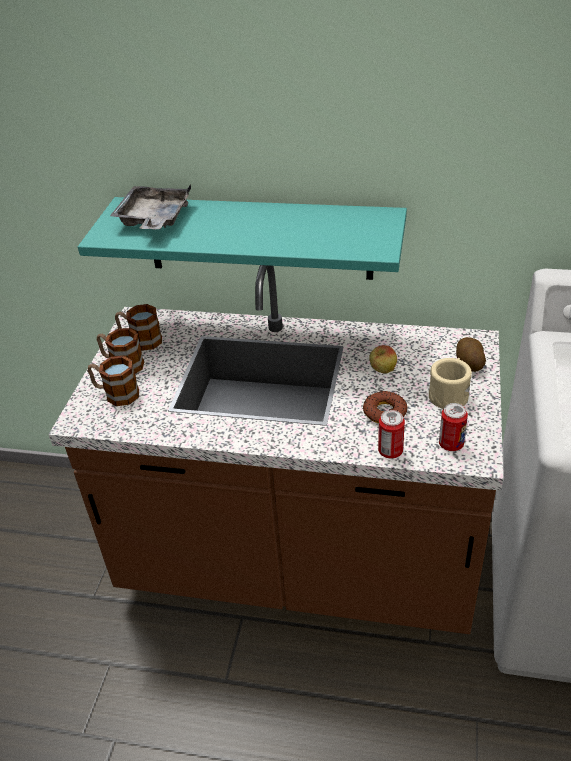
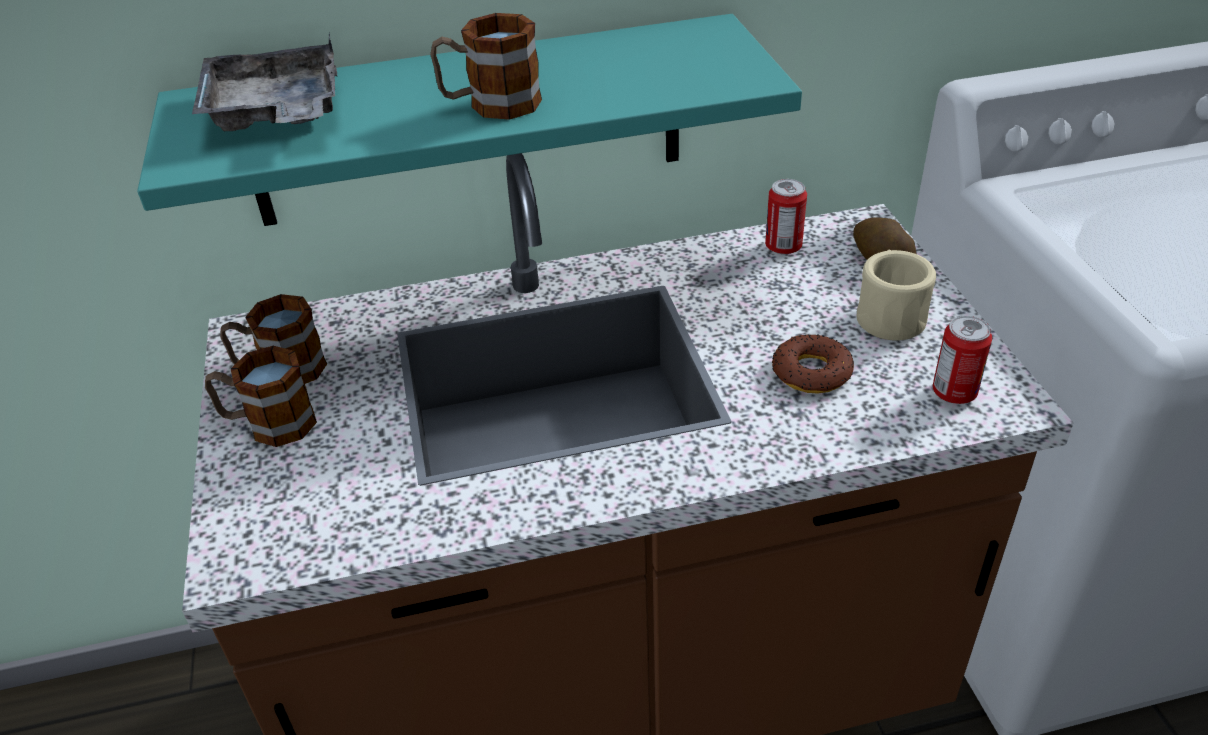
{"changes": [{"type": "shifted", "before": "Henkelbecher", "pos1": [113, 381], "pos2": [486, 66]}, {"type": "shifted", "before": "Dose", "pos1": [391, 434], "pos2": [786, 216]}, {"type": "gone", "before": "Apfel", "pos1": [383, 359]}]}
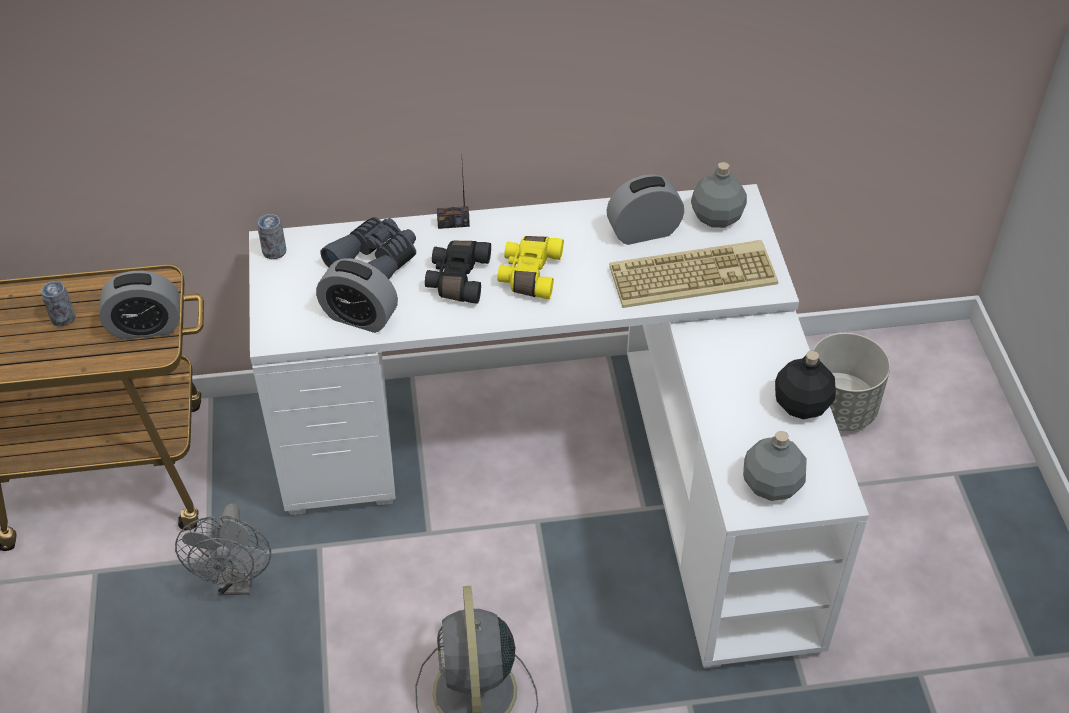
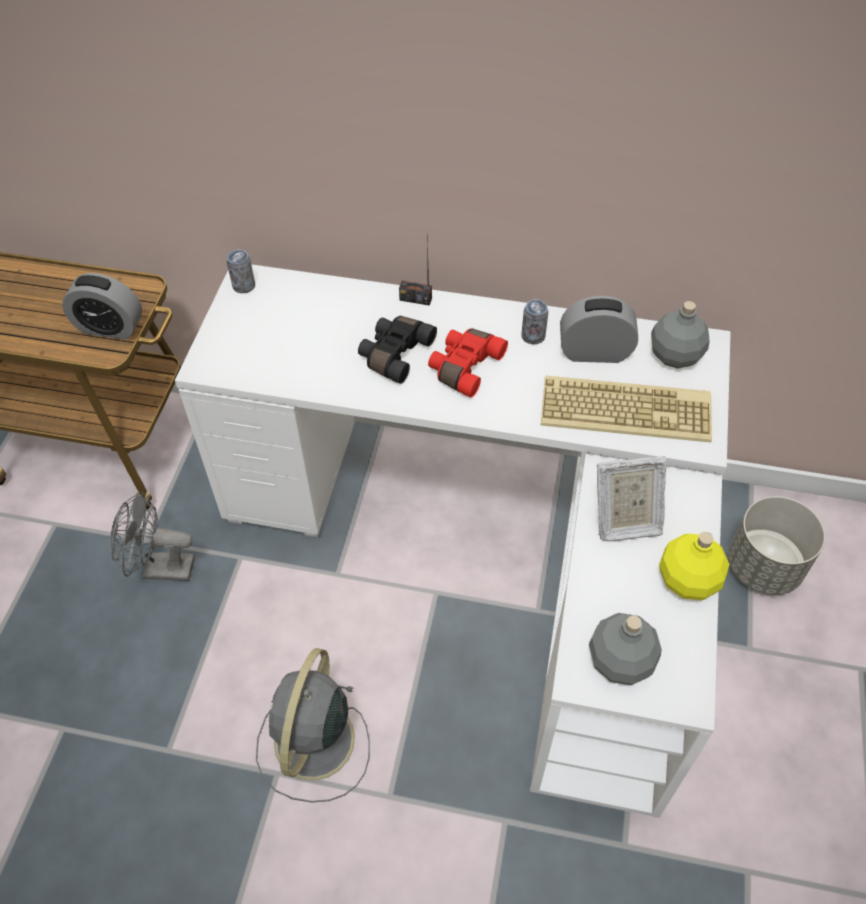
{"changes": [{"type": "rotated", "before": "Ventilator [grau]", "pos1": [223, 549], "pos2": [152, 536], "turn": 75}, {"type": "repainted", "before": "Fernglas [gelb]", "after": "Fernglas [rot]", "pos1": [530, 267], "pos2": [468, 363]}, {"type": "shifted", "before": "Dose", "pos1": [58, 303], "pos2": [534, 322]}, {"type": "new", "after": "Bilderrahmen", "pos2": [632, 498]}, {"type": "repainted", "before": "Flasche [schwarz]", "after": "Flasche [gelb]", "pos1": [805, 384], "pos2": [694, 566]}, {"type": "gone", "before": "Wecker", "pos1": [357, 295]}, {"type": "gone", "before": "Fernglas [grau]", "pos1": [368, 248]}]}
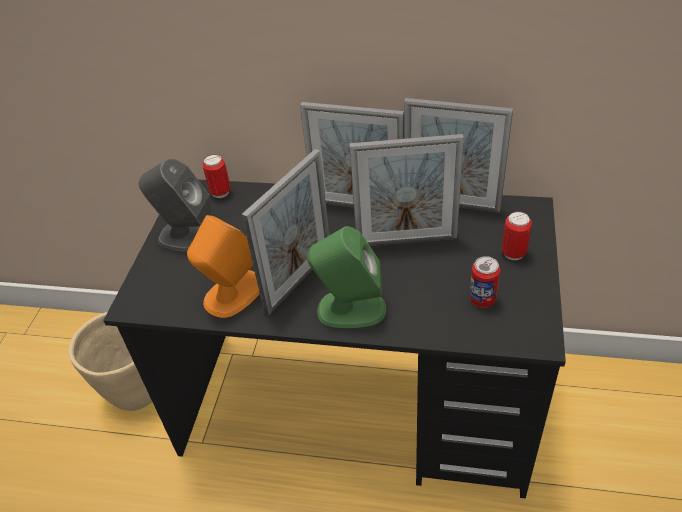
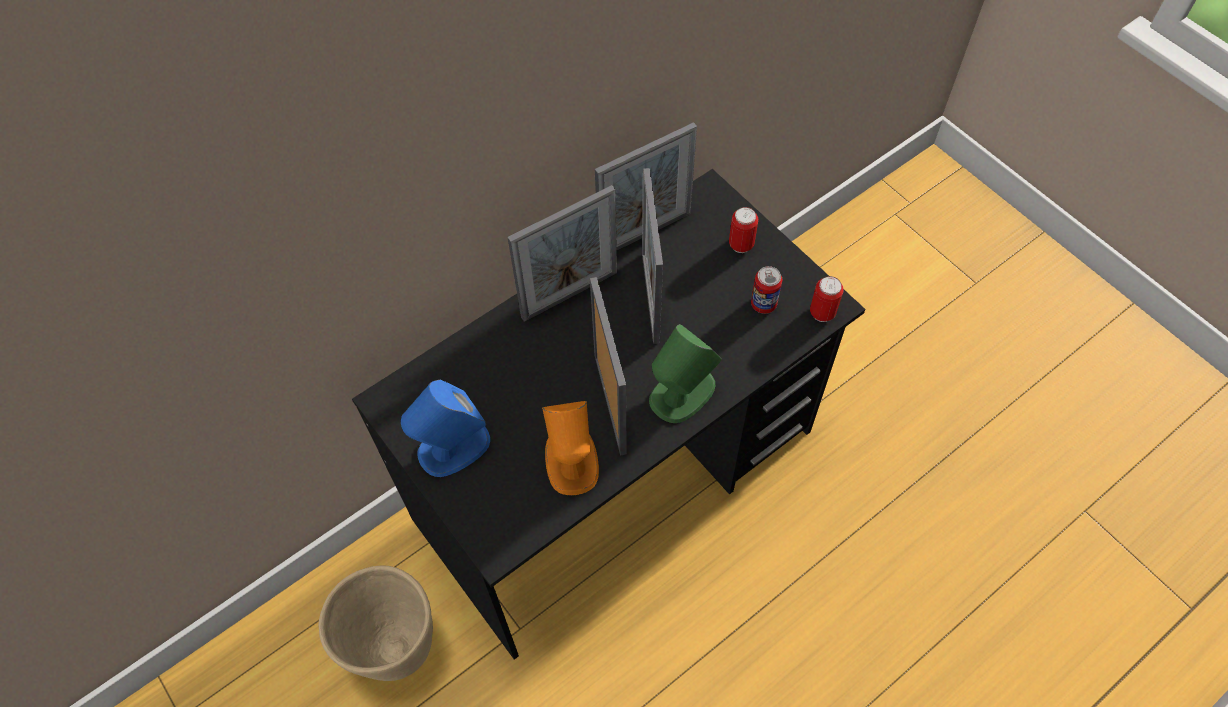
{"changes": [{"type": "repainted", "before": "Lautsprecher [grau]", "after": "Lautsprecher [blau]", "pos1": [175, 205], "pos2": [445, 428]}, {"type": "rotated", "before": "Bilderrahmen", "pos1": [406, 190], "pos2": [652, 256], "turn": 135}, {"type": "shifted", "before": "Dose", "pos1": [216, 176], "pos2": [827, 299]}]}
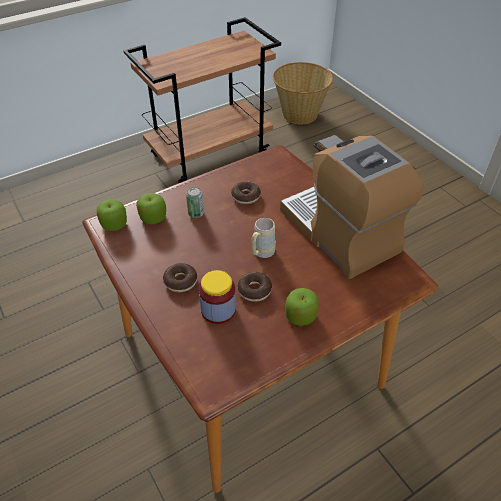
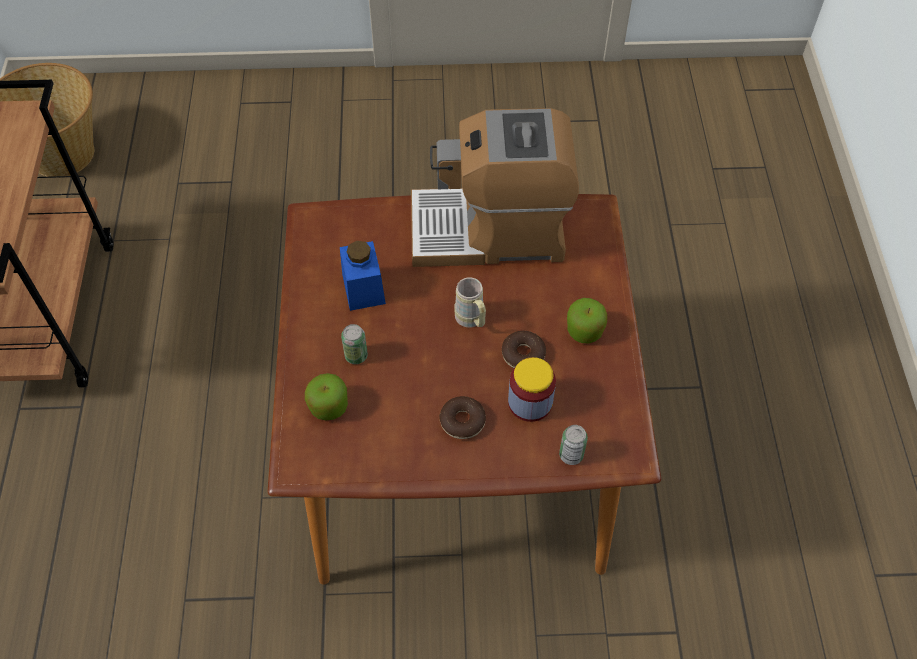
{"changes": [{"type": "swapped", "before": "Donut", "after": "Vorratsglas [blau]", "pos1": [246, 192], "pos2": [363, 276]}, {"type": "new", "after": "Dose", "pos2": [573, 445]}, {"type": "gone", "before": "Apfel", "pos1": [112, 215]}]}
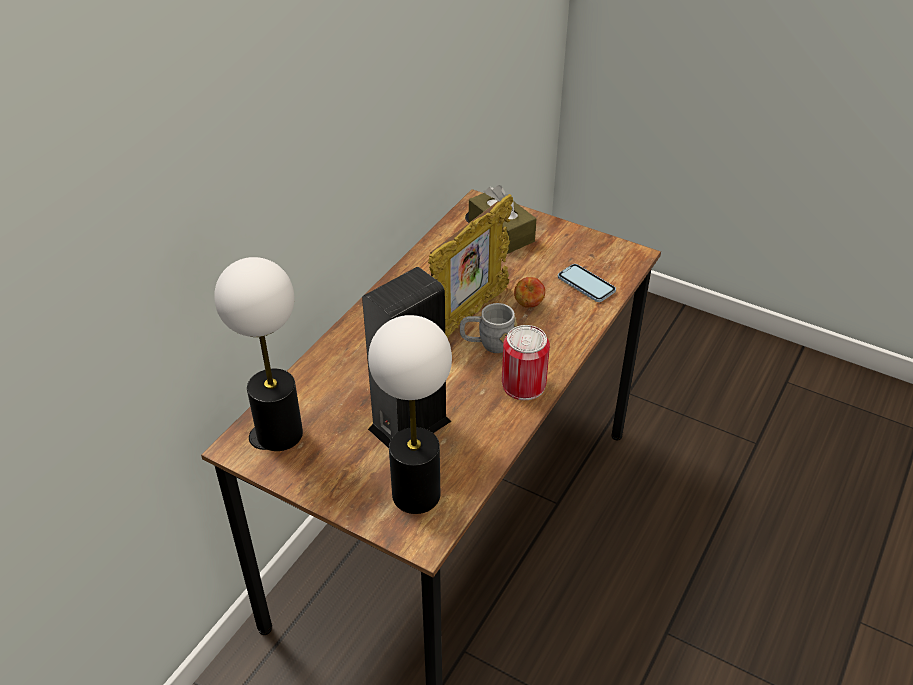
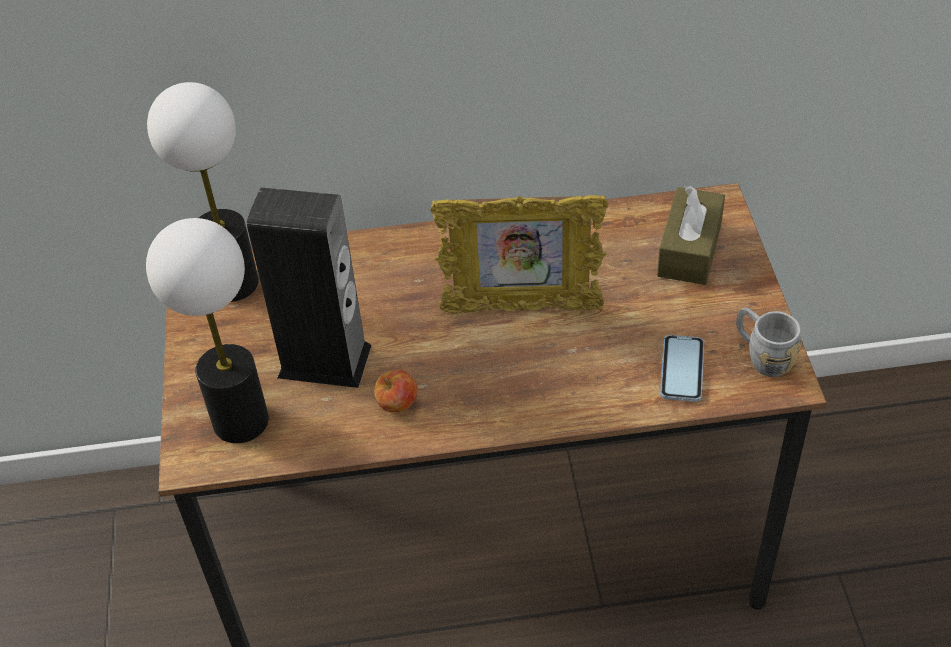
{"changes": [{"type": "shifted", "before": "Apfel", "pos1": [529, 292], "pos2": [395, 391]}, {"type": "shifted", "before": "Henkelbecher [grau]", "pos1": [488, 328], "pos2": [768, 342]}, {"type": "gone", "before": "Dose", "pos1": [526, 362]}]}
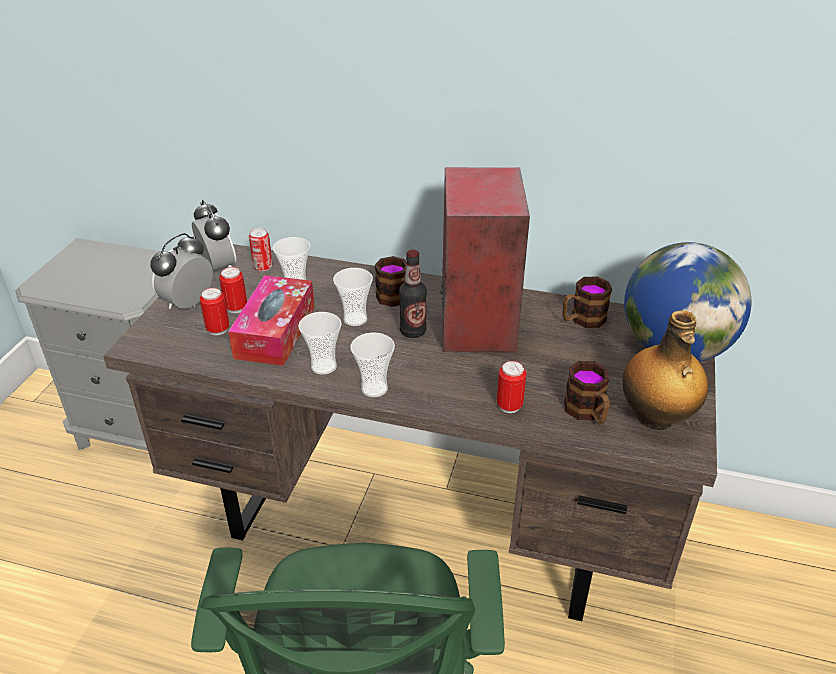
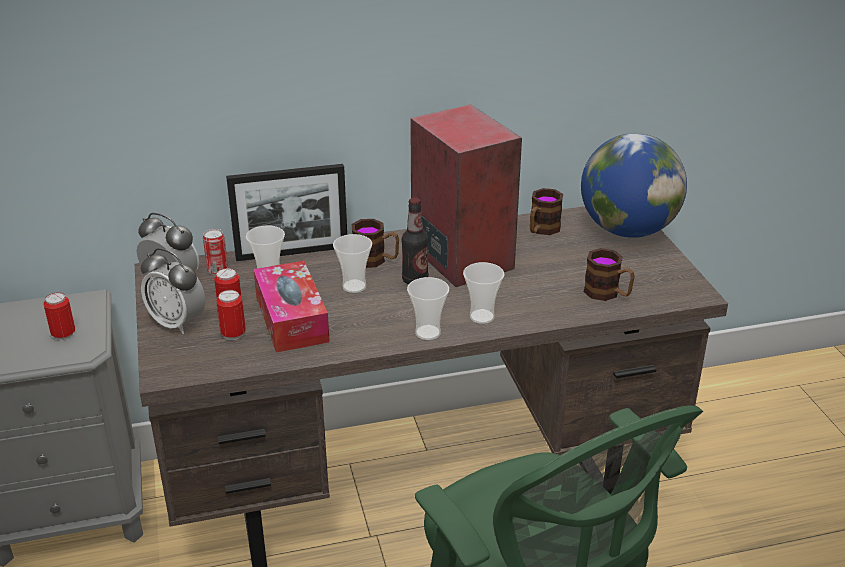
{"changes": [{"type": "shifted", "before": "Dose", "pos1": [512, 387], "pos2": [59, 316]}, {"type": "rotated", "before": "Wecker", "pos1": [181, 271], "pos2": [173, 291], "turn": -60}, {"type": "new", "after": "Bilderrahmen", "pos2": [286, 212]}, {"type": "shifted", "before": "Tasse", "pos1": [319, 343], "pos2": [483, 293]}, {"type": "gone", "before": "Flasche", "pos1": [665, 370]}]}
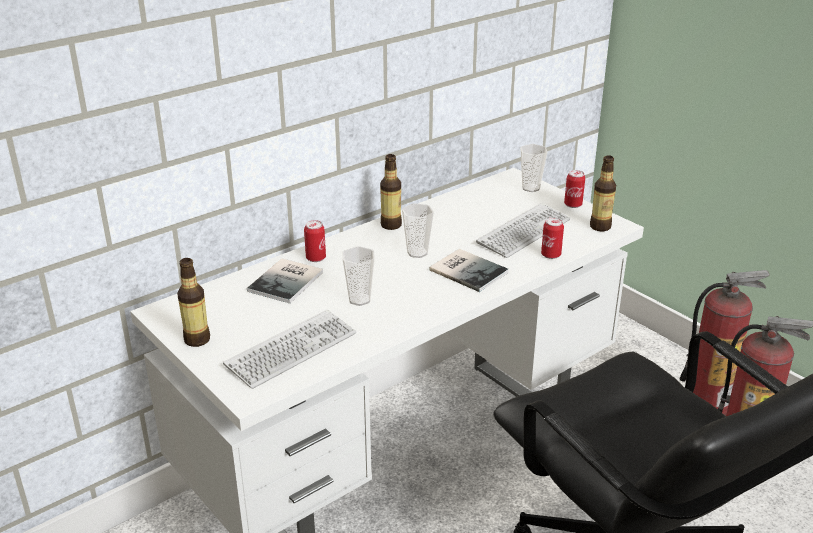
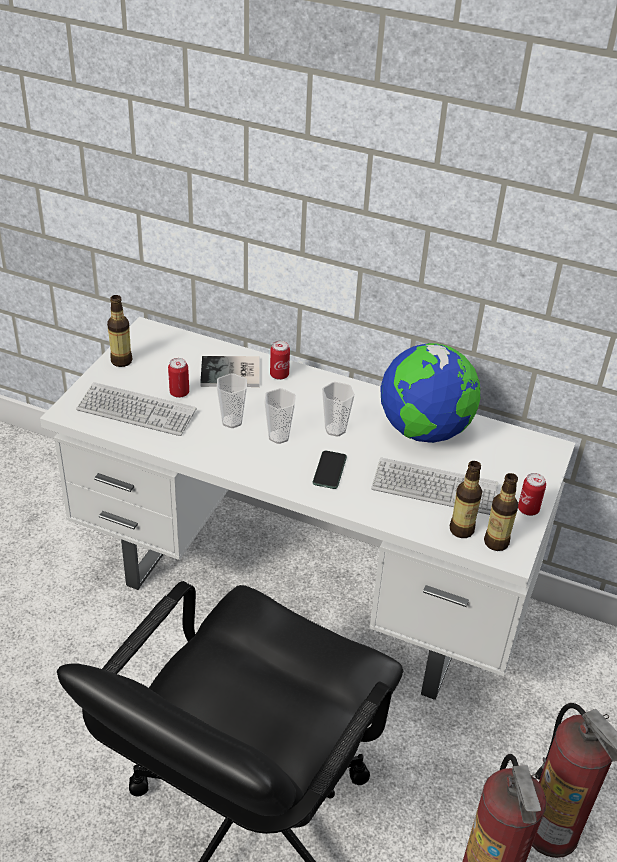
{"changes": [{"type": "shifted", "before": "Dose", "pos1": [552, 238], "pos2": [178, 378]}, {"type": "shifted", "before": "Tasse", "pos1": [534, 168], "pos2": [280, 416]}, {"type": "swapped", "before": "Buch", "after": "Handy", "pos1": [469, 270], "pos2": [330, 470]}, {"type": "new", "after": "Globus", "pos2": [430, 393]}, {"type": "shifted", "before": "Flasche", "pos1": [391, 192], "pos2": [466, 499]}]}
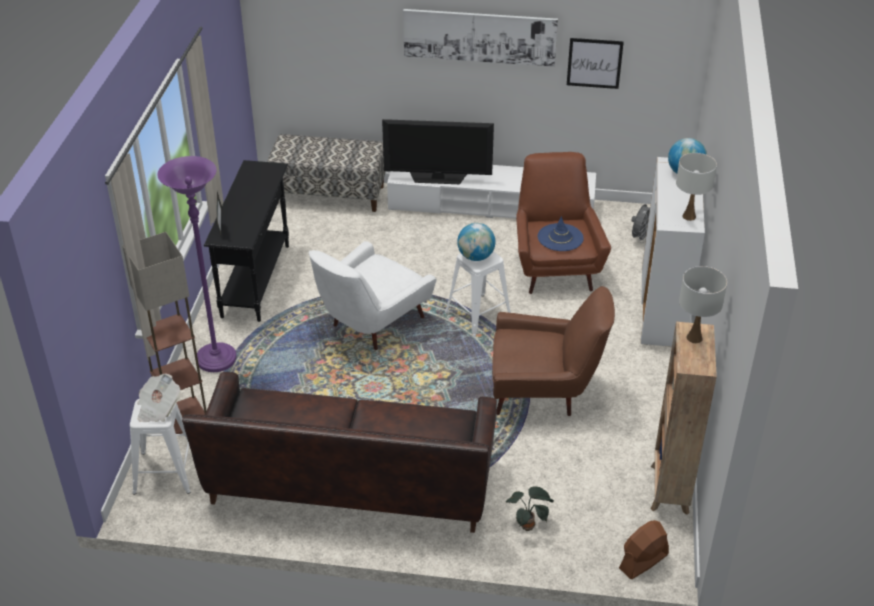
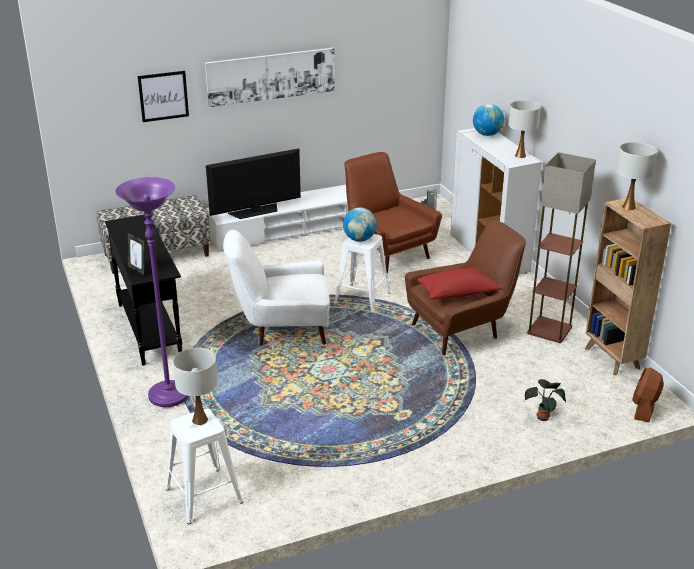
{"changes": [{"type": "shifted", "before": "Bild", "pos1": [595, 63], "pos2": [163, 96]}, {"type": "swapped", "before": "Zeitung", "after": "Tischlampe [weiß]", "pos1": [159, 398], "pos2": [195, 386]}, {"type": "rotated", "before": "Sessel [weiß]", "pos1": [373, 295], "pos2": [276, 288], "turn": 75}, {"type": "new", "after": "Kissen [rot]", "pos2": [459, 284]}, {"type": "shifted", "before": "Stehlampe", "pos1": [164, 333], "pos2": [561, 247]}, {"type": "gone", "before": "Sofa [braun]", "pos1": [339, 452]}, {"type": "gone", "before": "Hut [blau]", "pos1": [561, 233]}]}
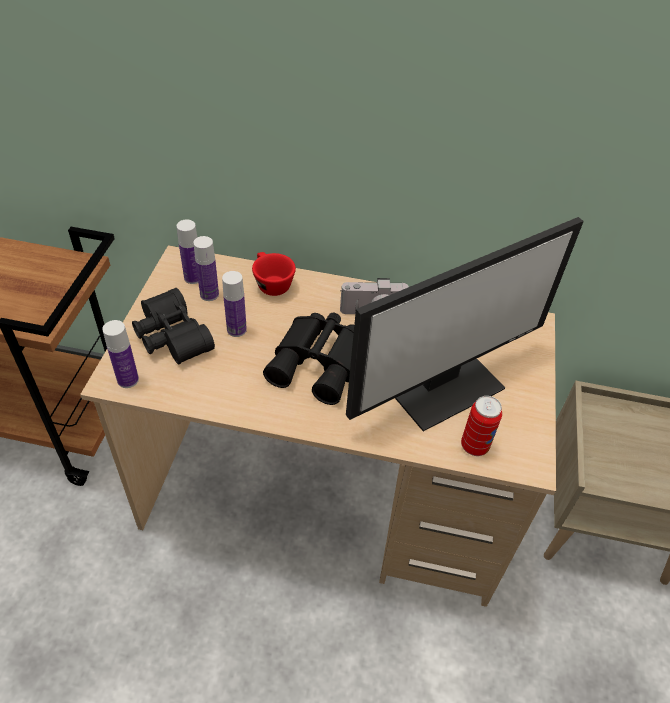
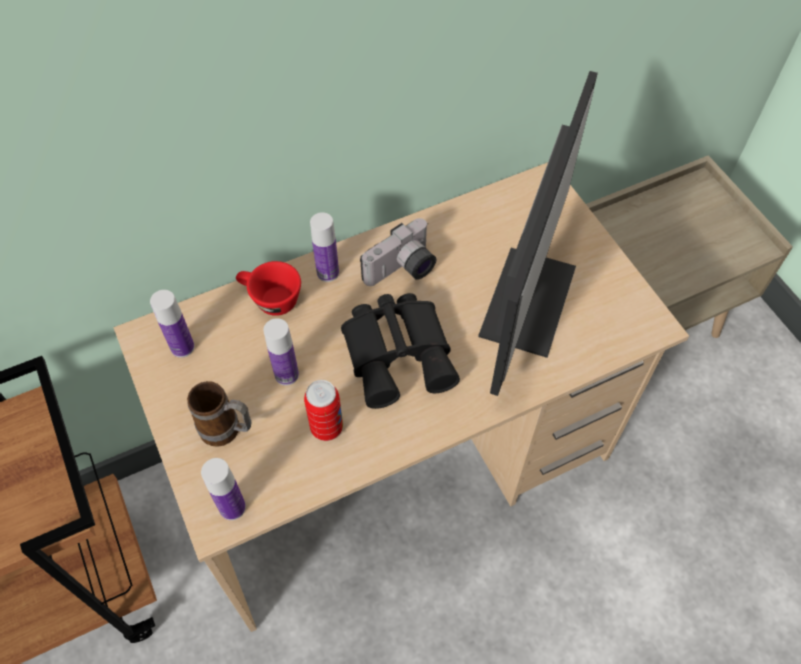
{"changes": [{"type": "swapped", "before": "Fernglas [schwarz]", "after": "Henkelbecher", "pos1": [173, 326], "pos2": [219, 414]}, {"type": "shifted", "before": "Dose", "pos1": [481, 426], "pos2": [323, 410]}, {"type": "shifted", "before": "Flasche", "pos1": [206, 268], "pos2": [324, 247]}]}
